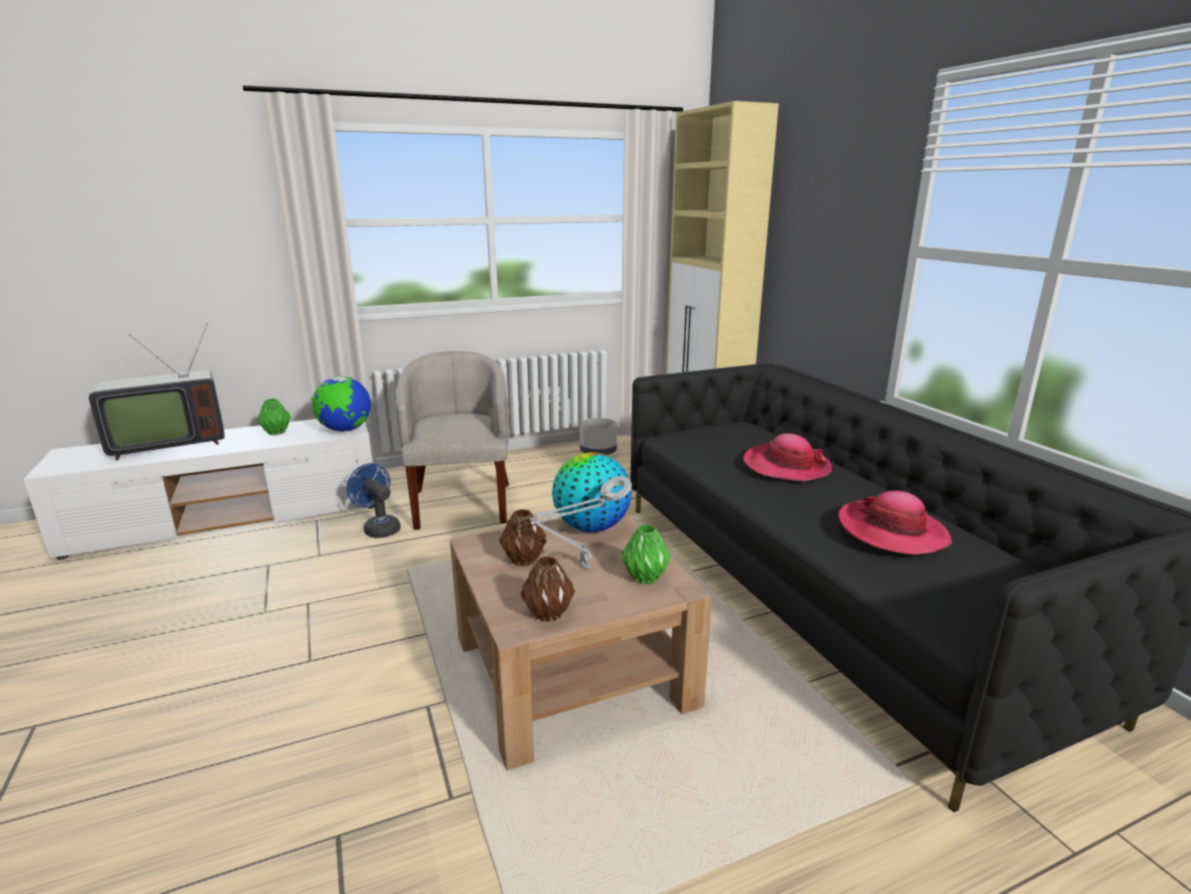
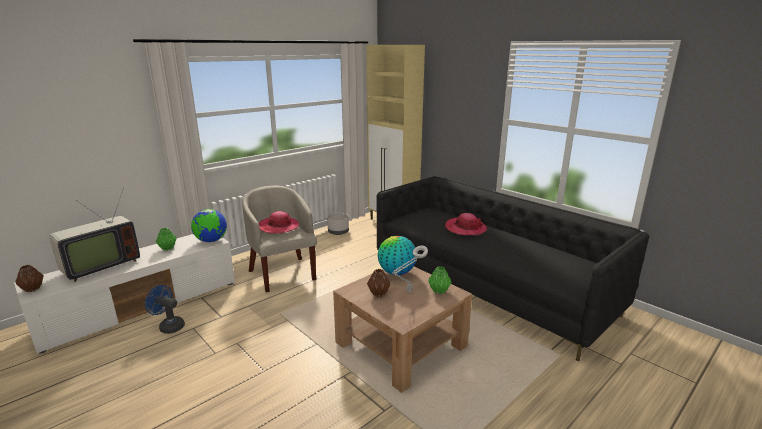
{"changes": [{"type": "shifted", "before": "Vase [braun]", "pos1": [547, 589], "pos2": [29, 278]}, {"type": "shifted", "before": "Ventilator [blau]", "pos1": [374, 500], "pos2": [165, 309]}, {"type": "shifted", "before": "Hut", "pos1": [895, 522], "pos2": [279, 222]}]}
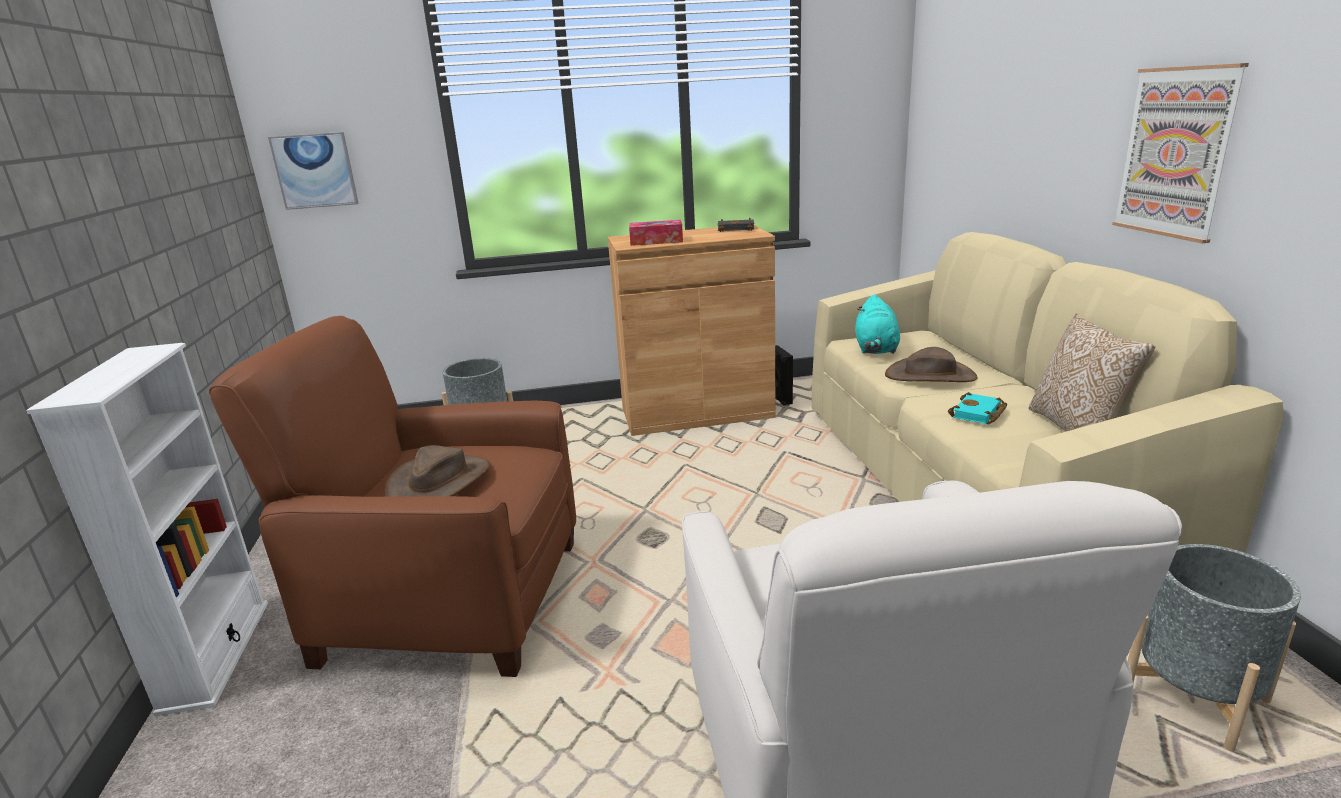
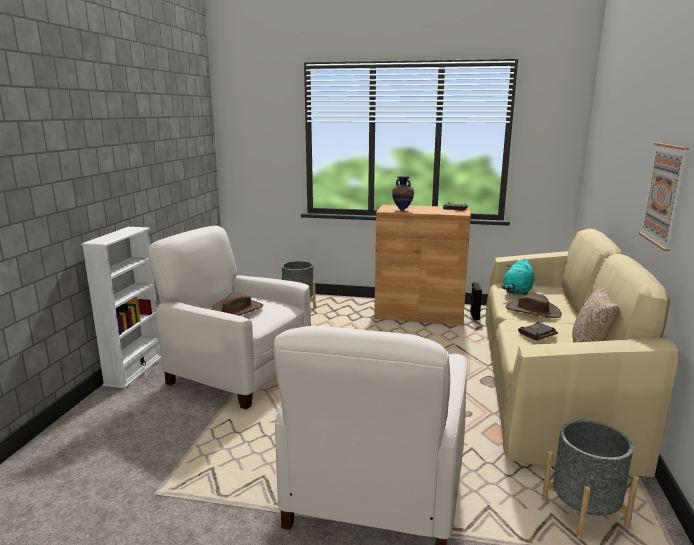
{"changes": [{"type": "repainted", "before": "Sessel [braun]", "after": "Sessel [weiß]", "pos1": [392, 496], "pos2": [229, 318]}, {"type": "swapped", "before": "Taschentuchbox", "after": "Vase", "pos1": [656, 233], "pos2": [403, 193]}, {"type": "repainted", "before": "Buch [türkis]", "after": "Buch [schwarz]", "pos1": [977, 408], "pos2": [538, 331]}, {"type": "gone", "before": "Bild", "pos1": [313, 171]}]}
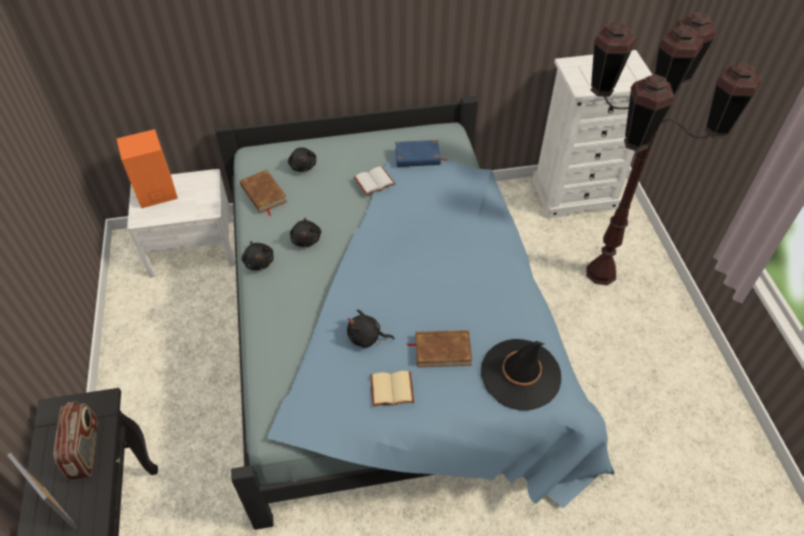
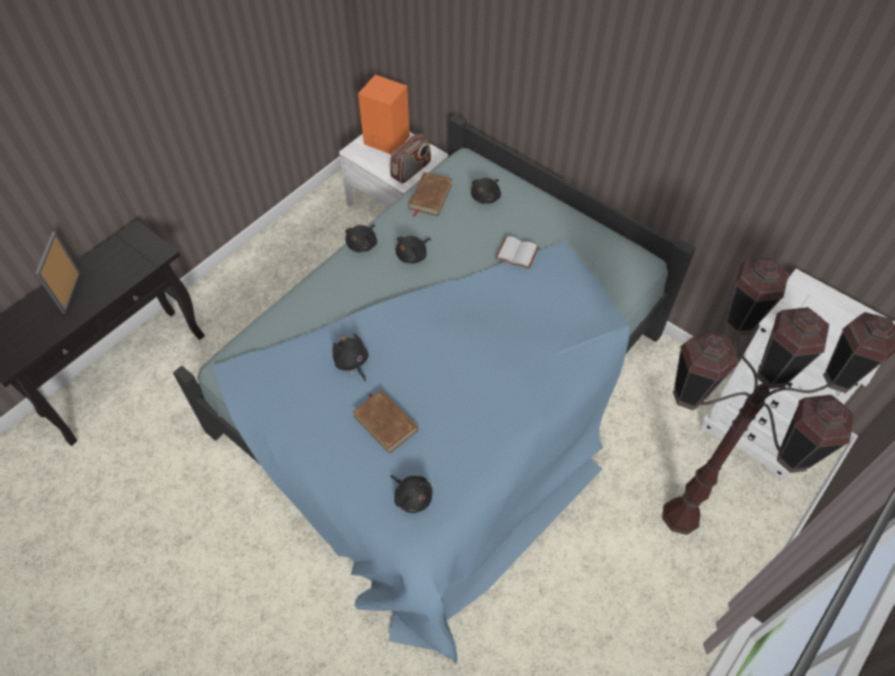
{"changes": [{"type": "shifted", "before": "Radio", "pos1": [76, 440], "pos2": [410, 159]}, {"type": "swapped", "before": "Hut [schwarz]", "after": "Plüschtier [schwarz]", "pos1": [521, 375], "pos2": [411, 494]}, {"type": "gone", "before": "Buch [beige]", "pos1": [392, 388]}, {"type": "gone", "before": "Buch [blau]", "pos1": [421, 153]}]}
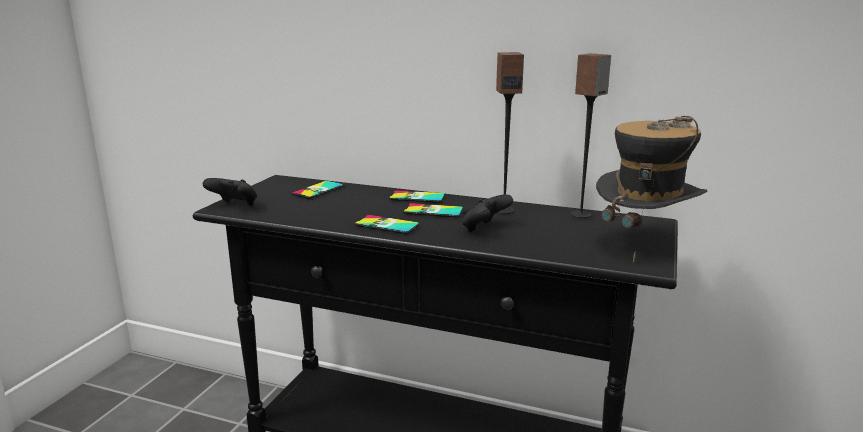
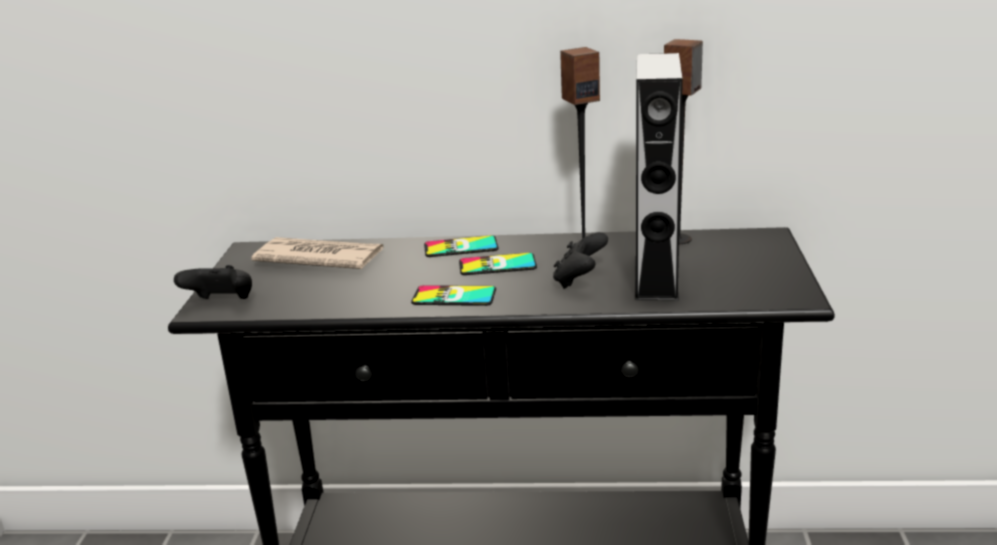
{"changes": [{"type": "swapped", "before": "Handy", "after": "Zeitung", "pos1": [318, 190], "pos2": [317, 253]}, {"type": "new", "after": "Lautsprecher [grau]", "pos2": [659, 177]}, {"type": "gone", "before": "Hut", "pos1": [652, 189]}]}
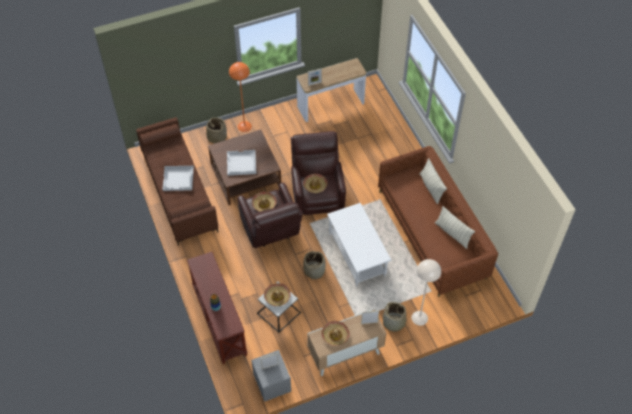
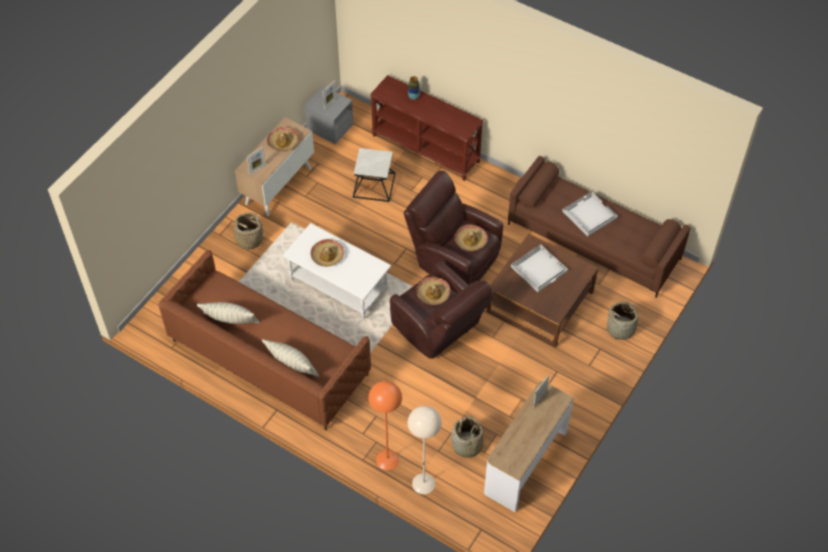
{"changes": [{"type": "shifted", "before": "Hut", "pos1": [277, 294], "pos2": [327, 253]}, {"type": "shifted", "before": "Stehlampe [orange]", "pos1": [240, 97], "pos2": [385, 425]}, {"type": "shifted", "before": "Stehlampe [beige]", "pos1": [426, 292], "pos2": [424, 450]}, {"type": "shifted", "before": "Korb", "pos1": [314, 264], "pos2": [467, 437]}]}
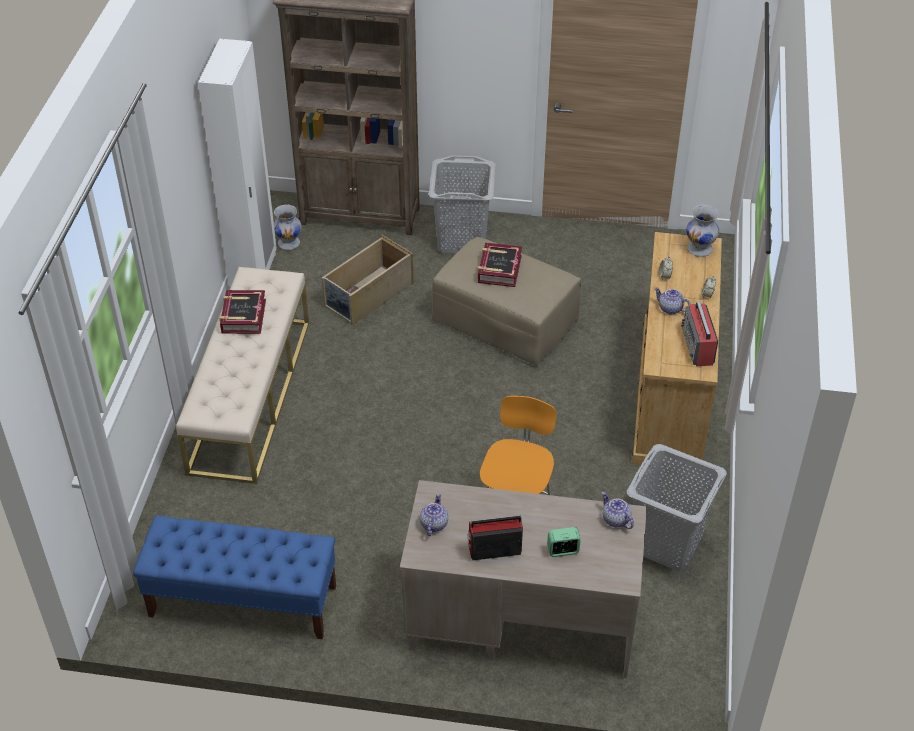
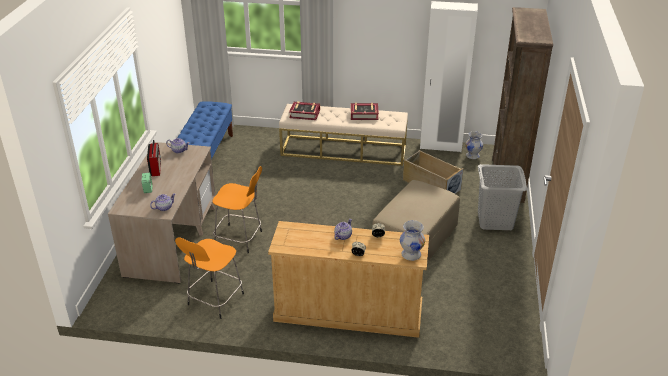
{"changes": [{"type": "swapped", "before": "Wäschekorb [grau]", "after": "Hocker [orange]", "pos1": [677, 507], "pos2": [209, 278]}, {"type": "shifted", "before": "Buch", "pos1": [500, 265], "pos2": [304, 110]}, {"type": "gone", "before": "Radio", "pos1": [699, 334]}]}
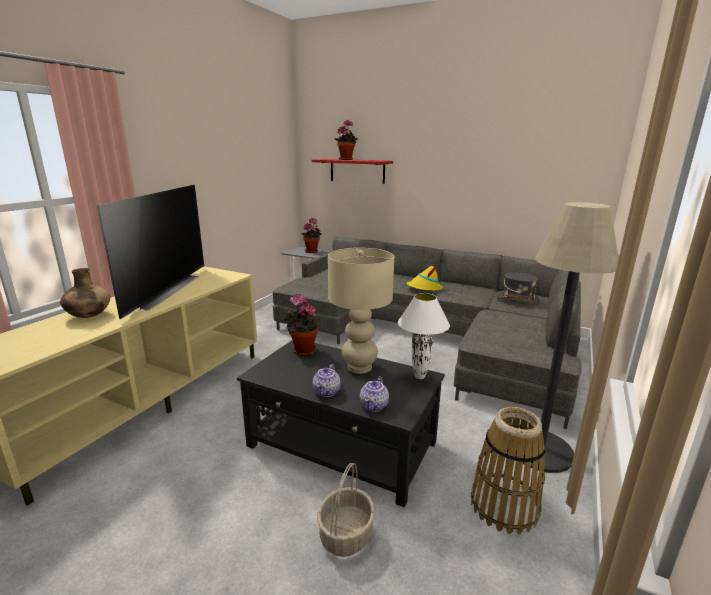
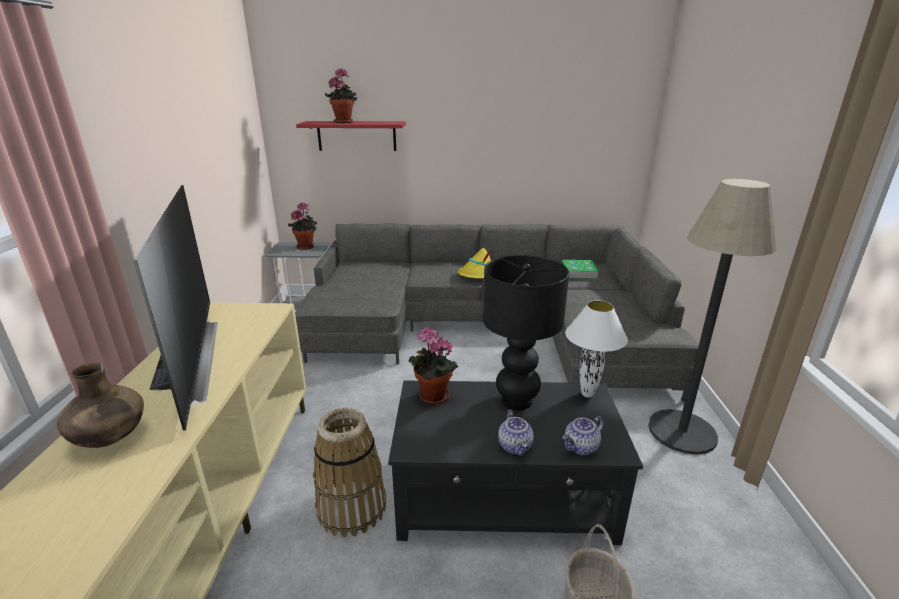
{"changes": [{"type": "shifted", "before": "Korb", "pos1": [508, 470], "pos2": [349, 472]}, {"type": "repainted", "before": "Tischlampe [beige]", "after": "Tischlampe [schwarz]", "pos1": [361, 311], "pos2": [526, 332]}, {"type": "swapped", "before": "Hut [grau]", "after": "Buch", "pos1": [518, 289], "pos2": [580, 269]}, {"type": "rotated", "before": "Teekanne", "pos1": [374, 394], "pos2": [583, 435], "turn": 60}]}
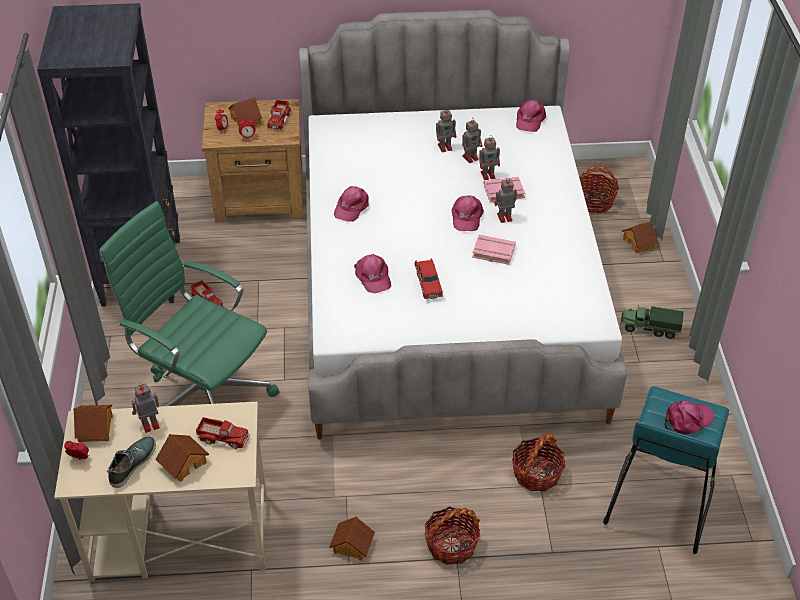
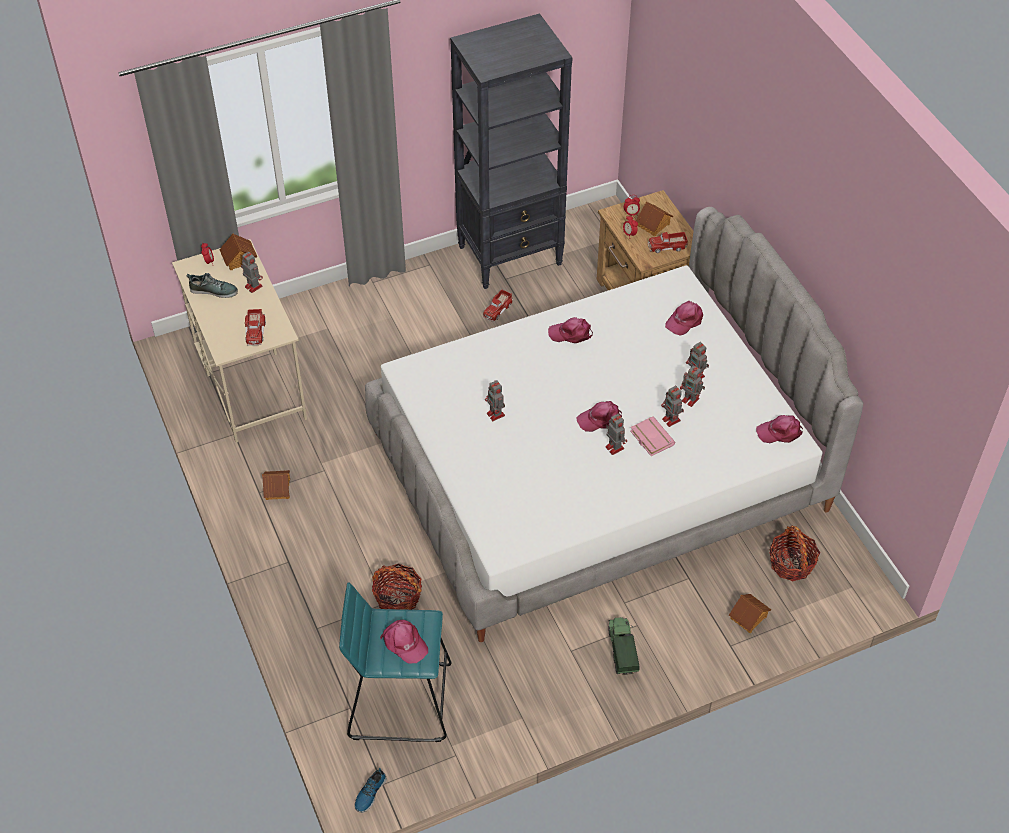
{"changes": [{"type": "new", "after": "Schuh", "pos2": [370, 790]}, {"type": "swapped", "before": "Spielzeugauto [rot]", "after": "Spielzeugroboter", "pos1": [428, 278], "pos2": [495, 400]}, {"type": "shifted", "before": "Kappe [rosa]", "pos1": [372, 273], "pos2": [684, 318]}, {"type": "gone", "before": "Bürostuhl [grün]", "pos1": [189, 303]}, {"type": "gone", "before": "Spielzeughaus", "pos1": [182, 458]}, {"type": "gone", "before": "Korb", "pos1": [452, 535]}, {"type": "gone", "before": "Buch [rosa]", "pos1": [494, 250]}]}
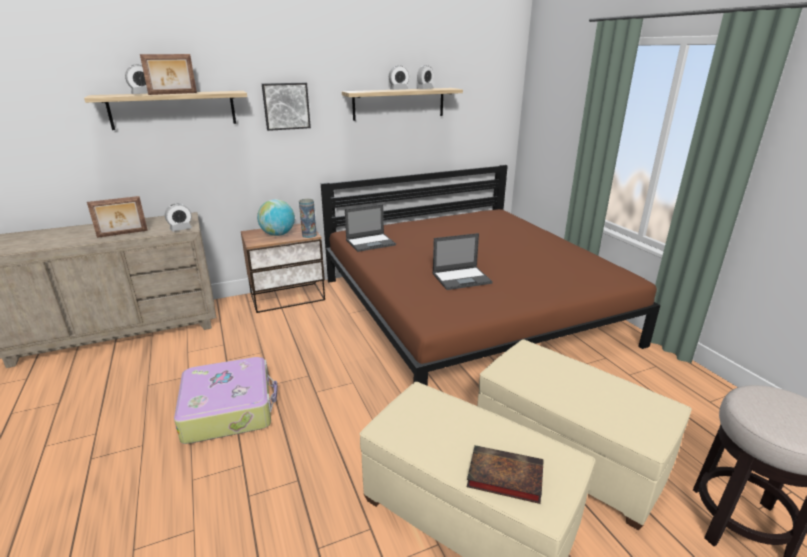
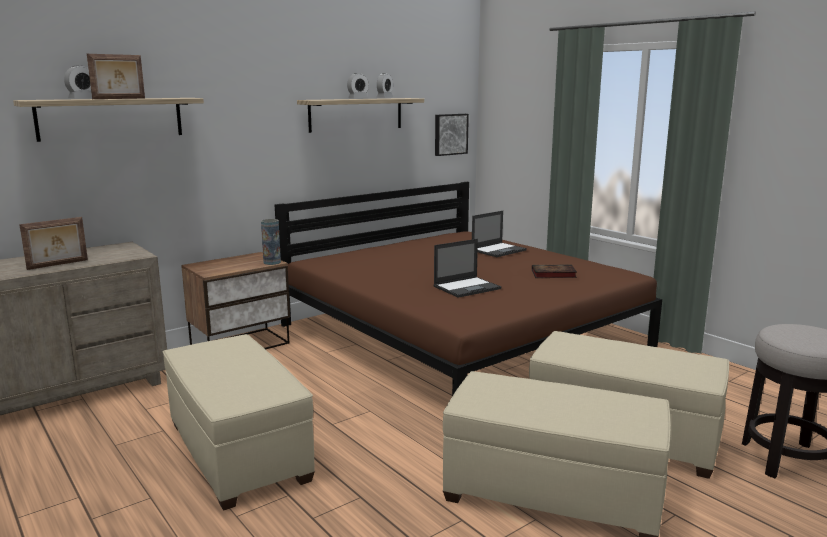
{"changes": [{"type": "swapped", "before": "Koffer", "after": "Polsterhocker [beige]", "pos1": [226, 400], "pos2": [239, 422]}, {"type": "shifted", "before": "Bild", "pos1": [286, 107], "pos2": [452, 135]}, {"type": "shifted", "before": "Laptop", "pos1": [370, 228], "pos2": [499, 234]}, {"type": "shifted", "before": "Buch", "pos1": [505, 474], "pos2": [554, 271]}, {"type": "gone", "before": "Wecker", "pos1": [178, 217]}, {"type": "gone", "before": "Globus", "pos1": [276, 217]}]}
